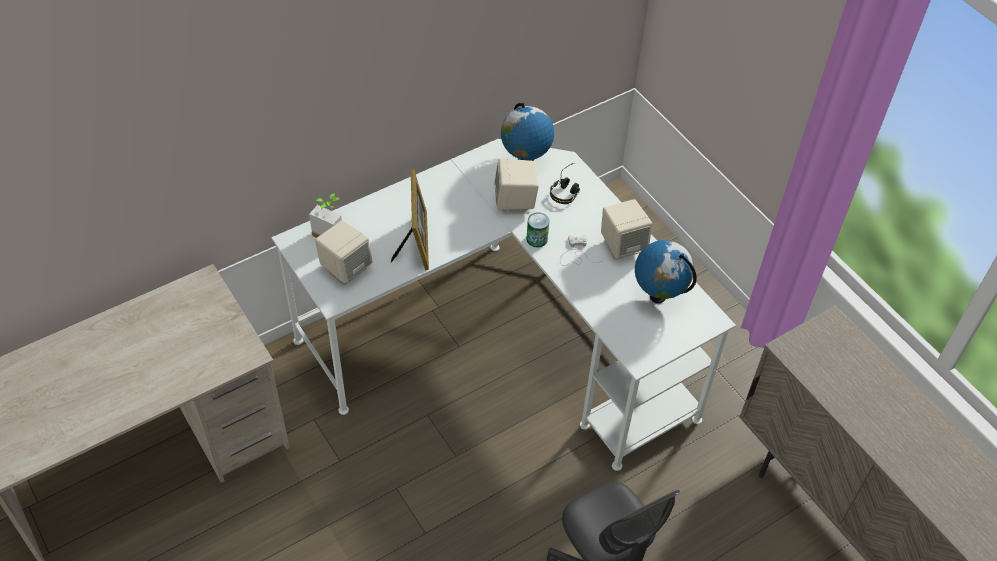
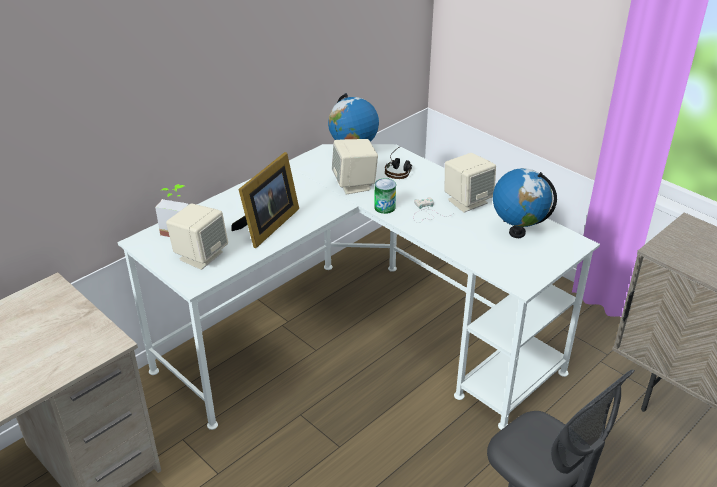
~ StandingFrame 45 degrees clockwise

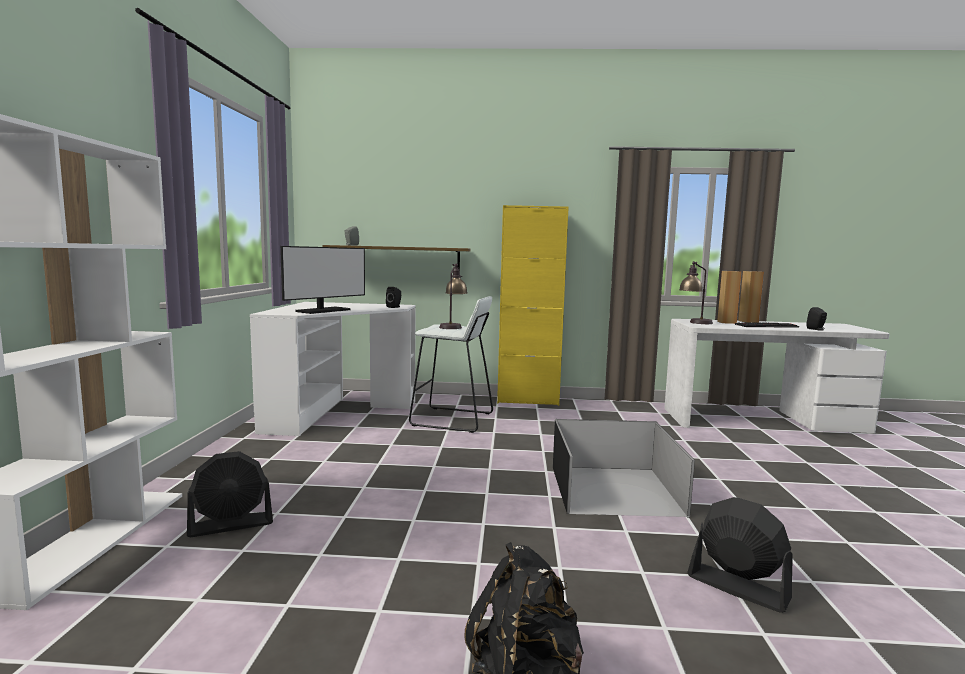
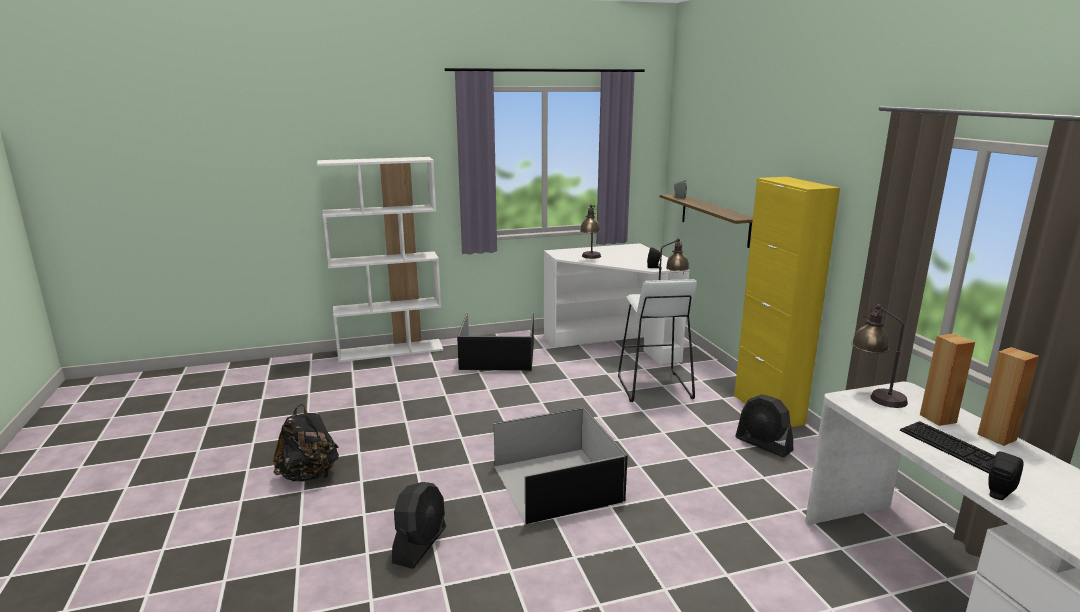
~ BlackColouredCoolingFan (no. 1 from left in the first image) to BlackColouredCoolingFan (no. 2 from left)
~ ComputerScreen to LampForATable (no. 1 from left)
+ BlackColouredStorageBox (no. 1 from left)

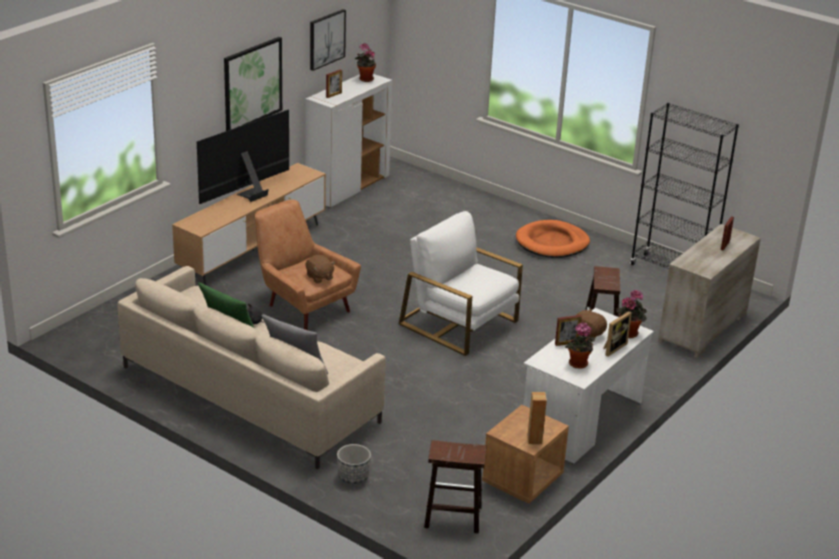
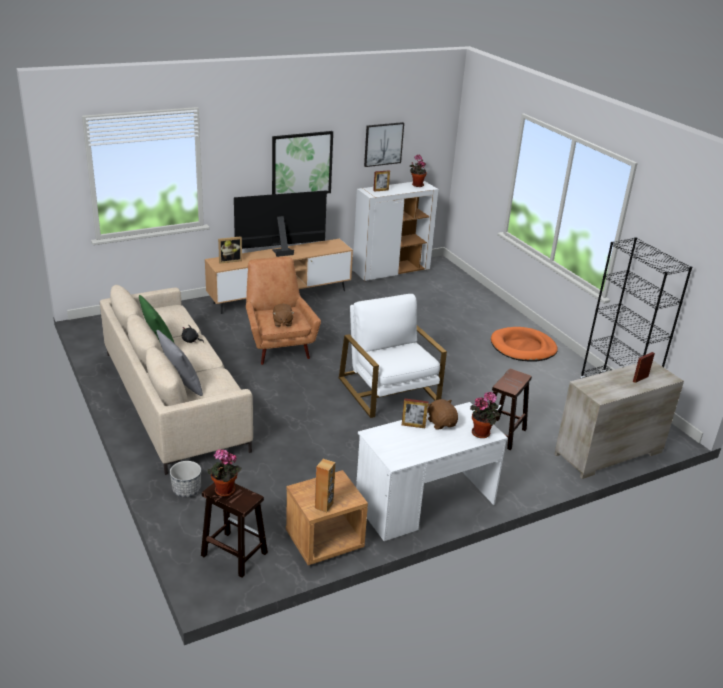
~ Houseplant (no. 2 from left in the first image) to Houseplant (no. 1 from left)
~ StandingFrame (no. 3 from left in the first image) to StandingFrame (no. 1 from left)

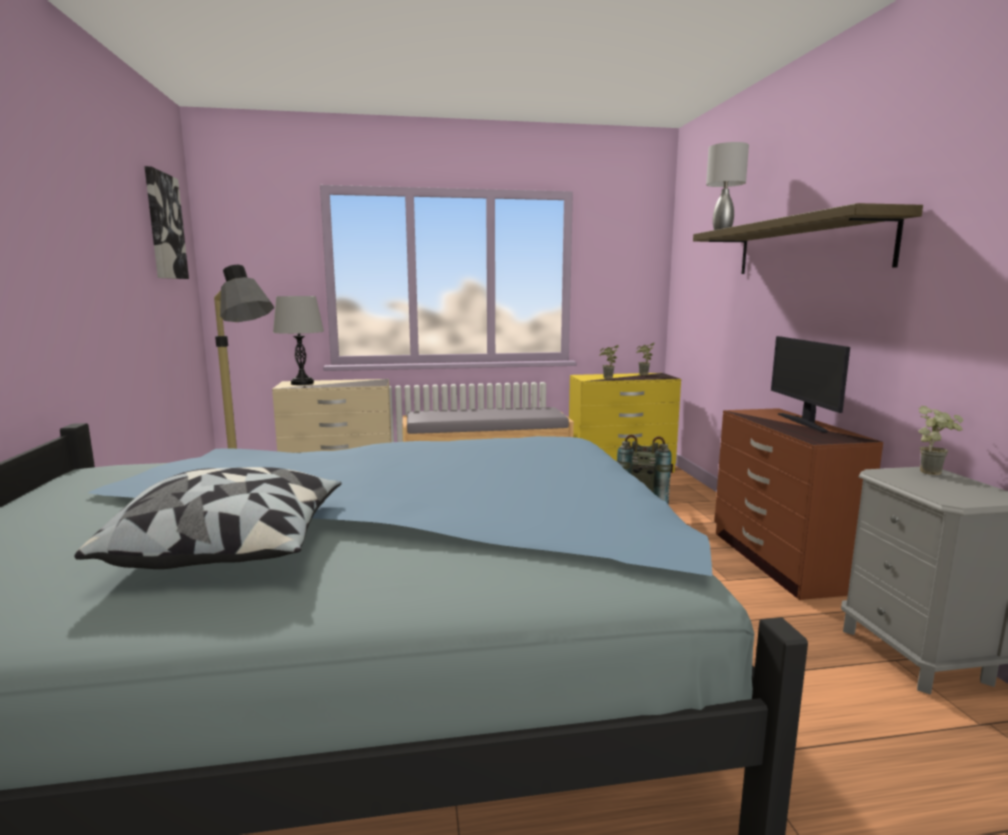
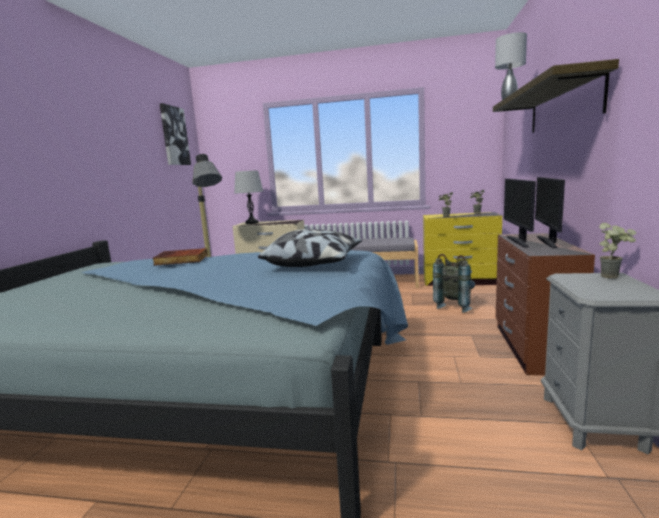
~ ThrowPillow
+ BoundBook
+ ComputerScreen (no. 1 from left)

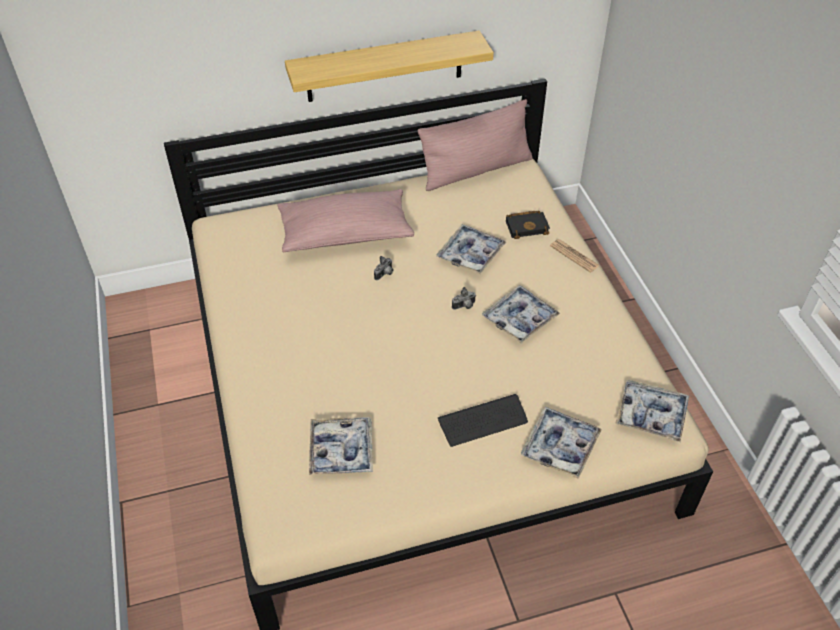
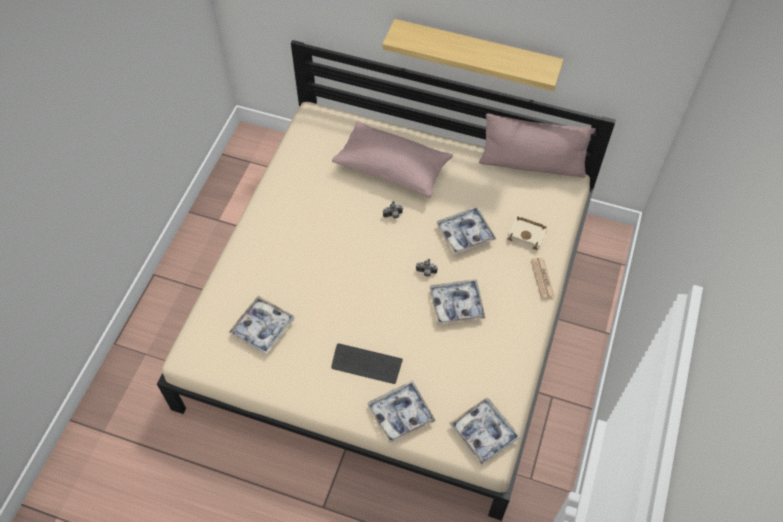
~ BlackColouredBoundBook to SandColouredBoundBook

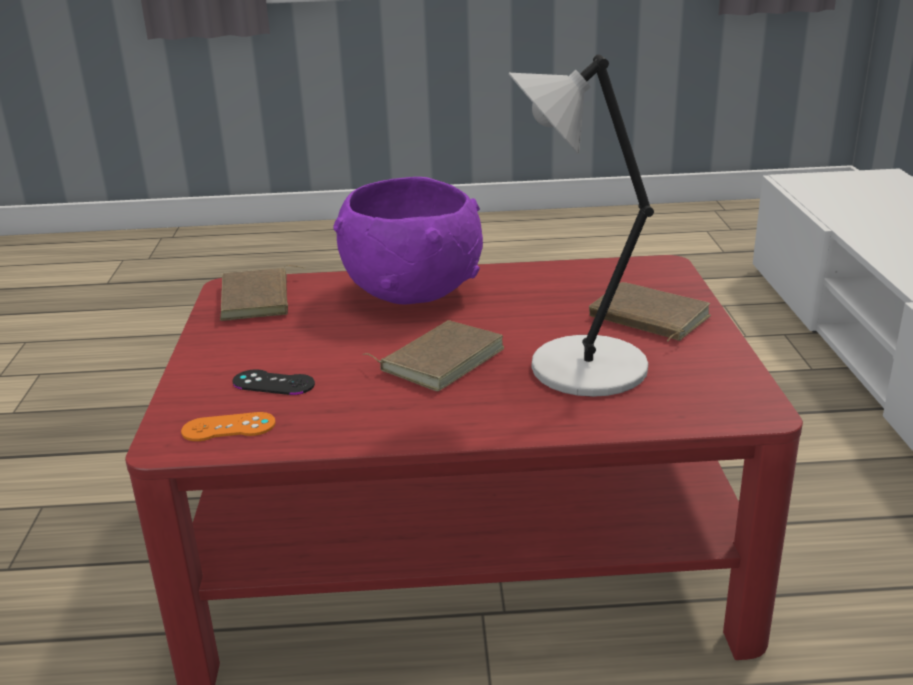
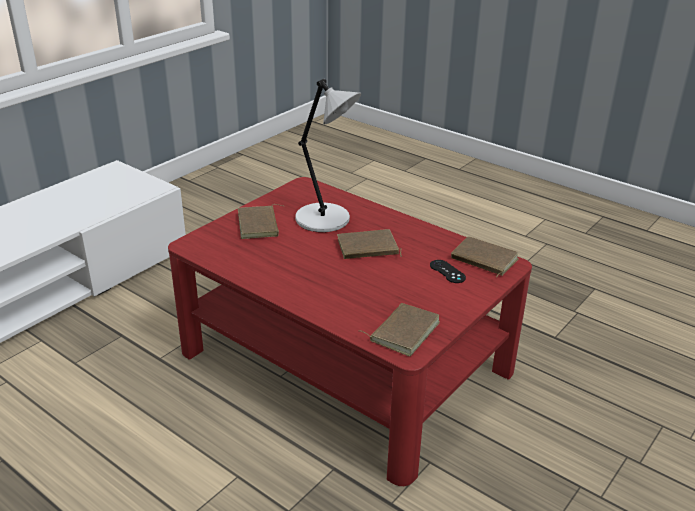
~ OrangeyJoypad to BrownBoundBook (no. 4 from left)
- PurpleBowl

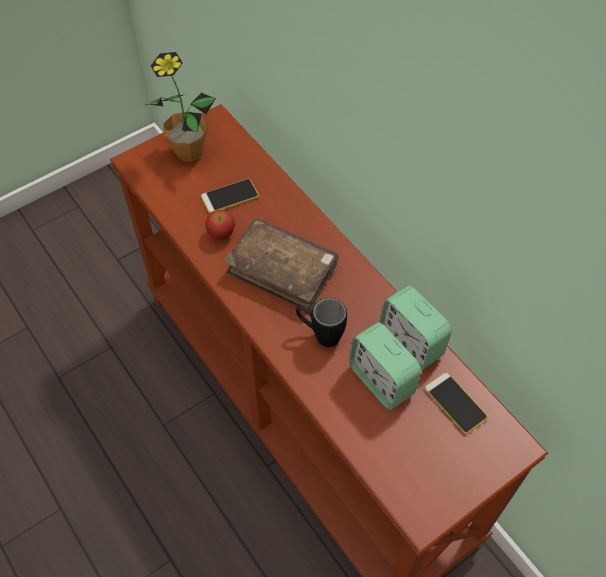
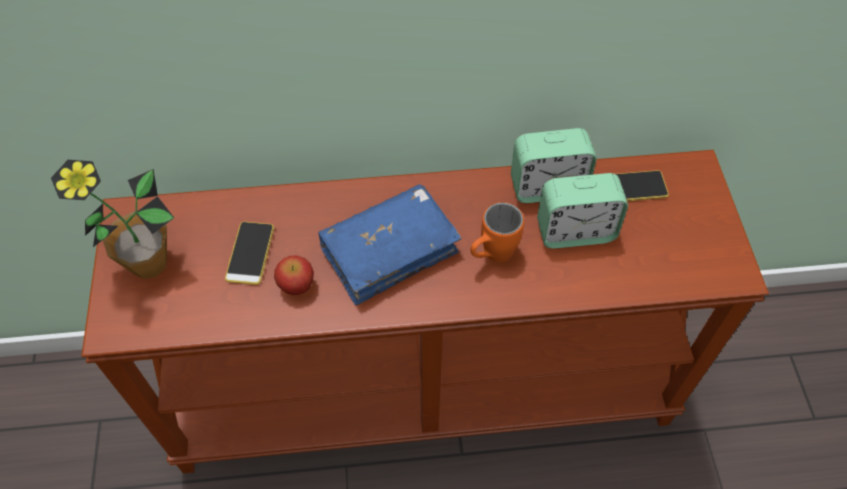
~ BrownBoundBook to BlueBoundBook
~ BlackColouredTeaMug to OrangeyTeaMug

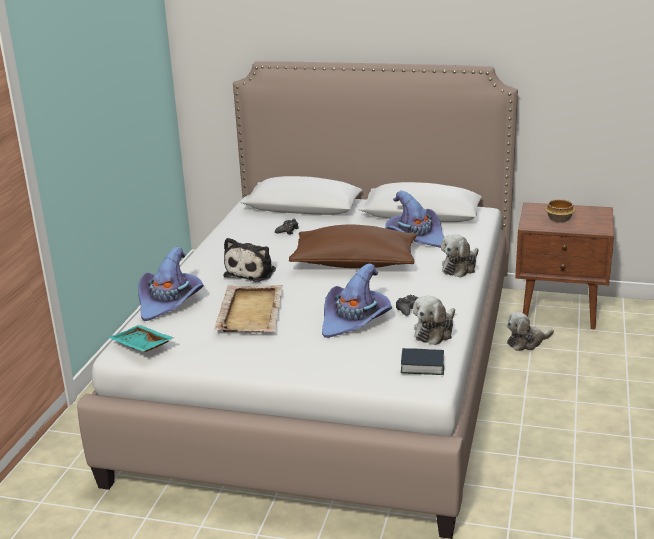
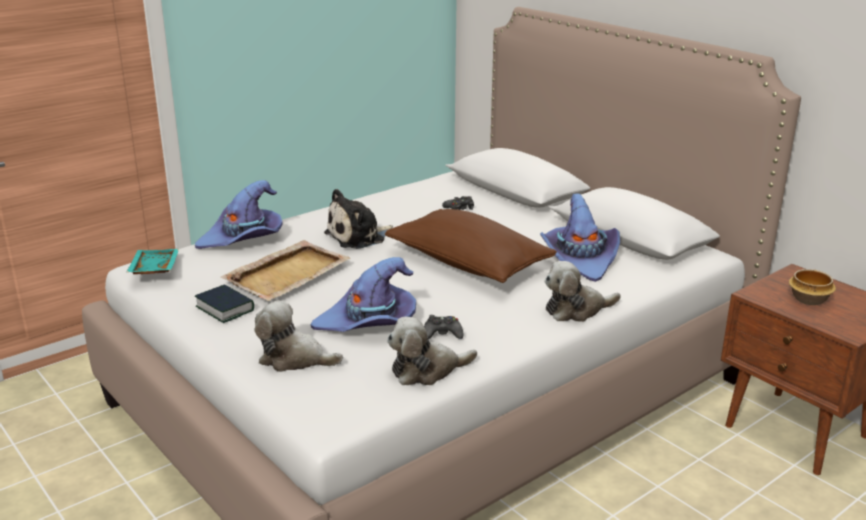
~ BoundBook
~ PlushToy (no. 4 from left in the first image) to PlushToy (no. 1 from left)

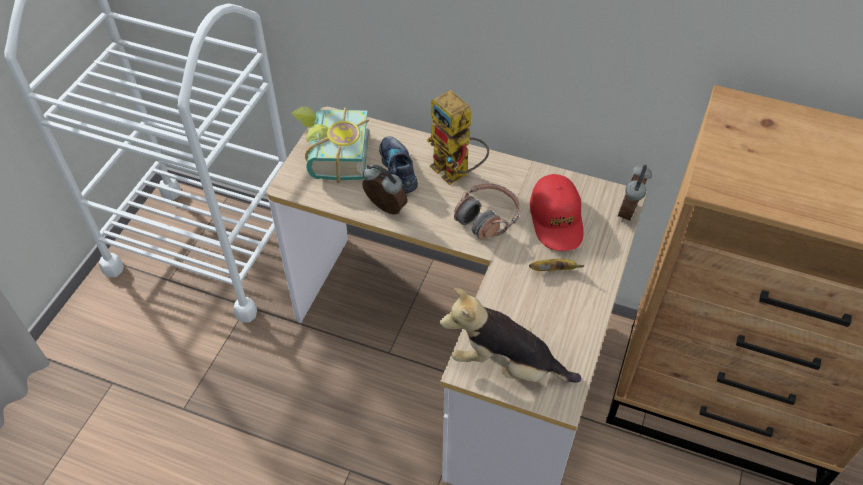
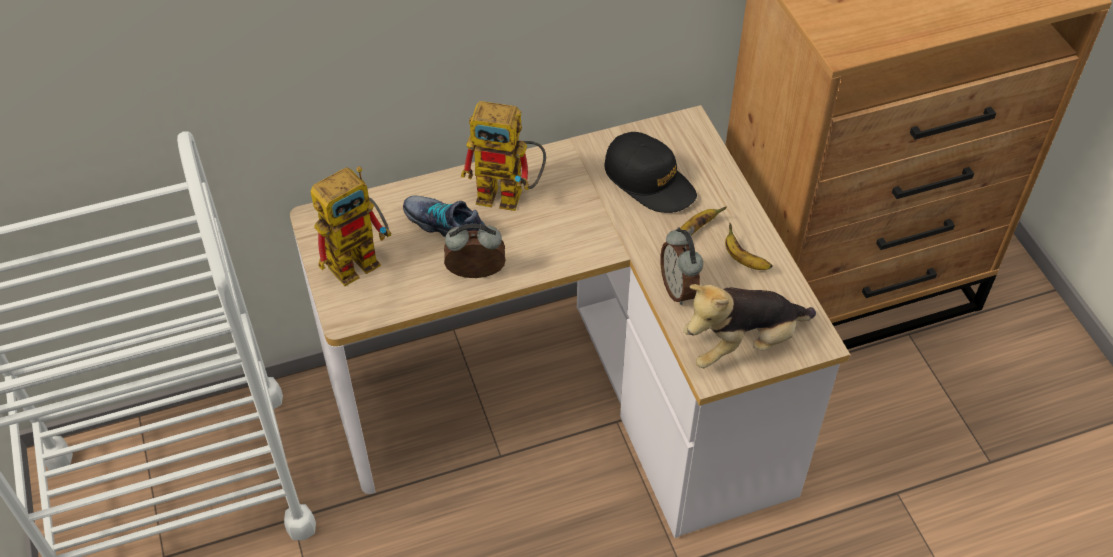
~ BoundBook to RobotFigure (no. 1 from left)
- PairOfHeadphones
~ RedColouredPeakedCap to BlackColouredPeakedCap
~ TableClock (no. 2 from left)
+ WholeBanana (no. 2 from left)

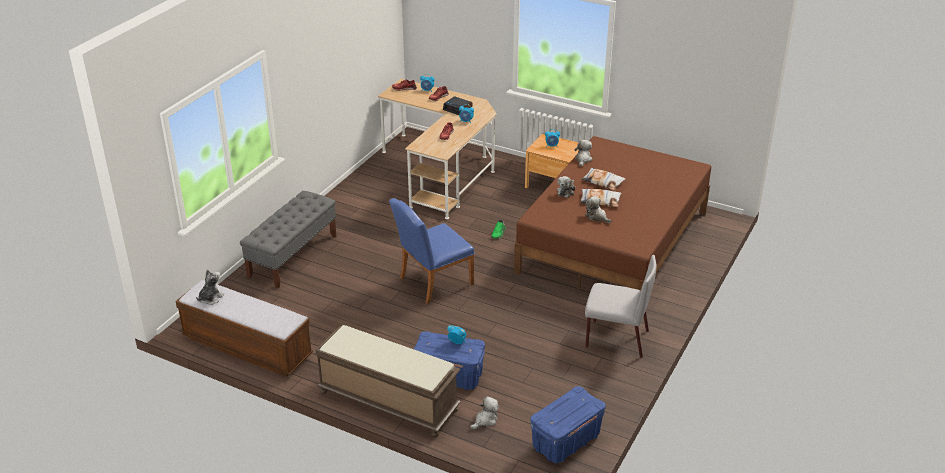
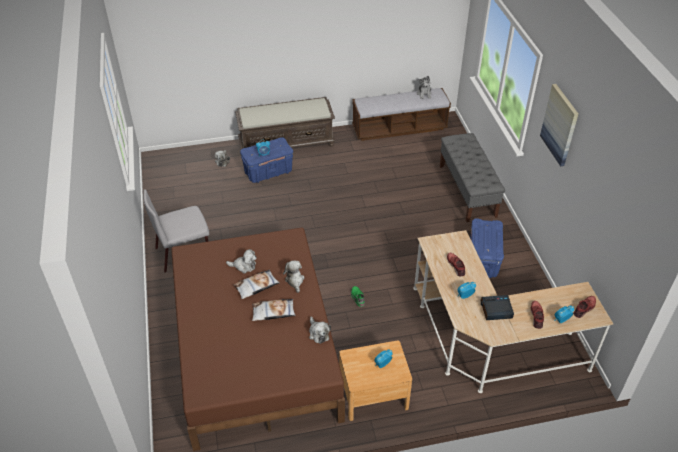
- BluePlainChair
~ BlueStorageBox (no. 2 from left)
+ WallPicture

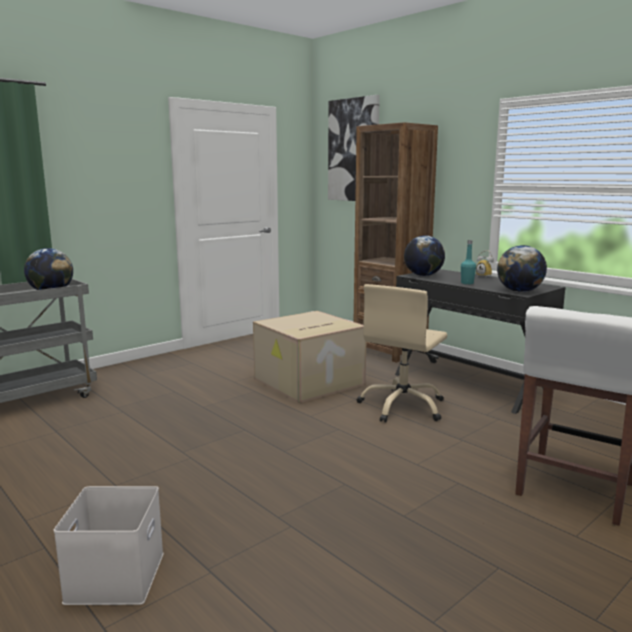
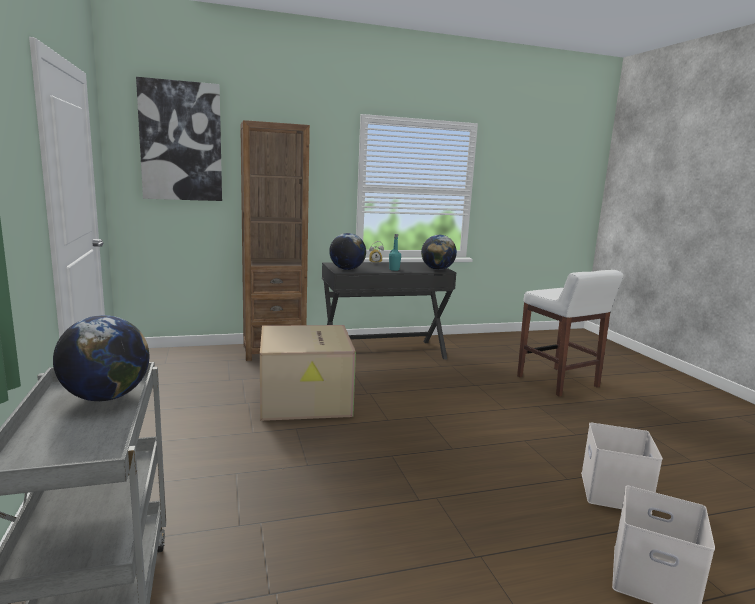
- SandColouredDeskChair
+ WhiteStorageBox (no. 1 from left)

